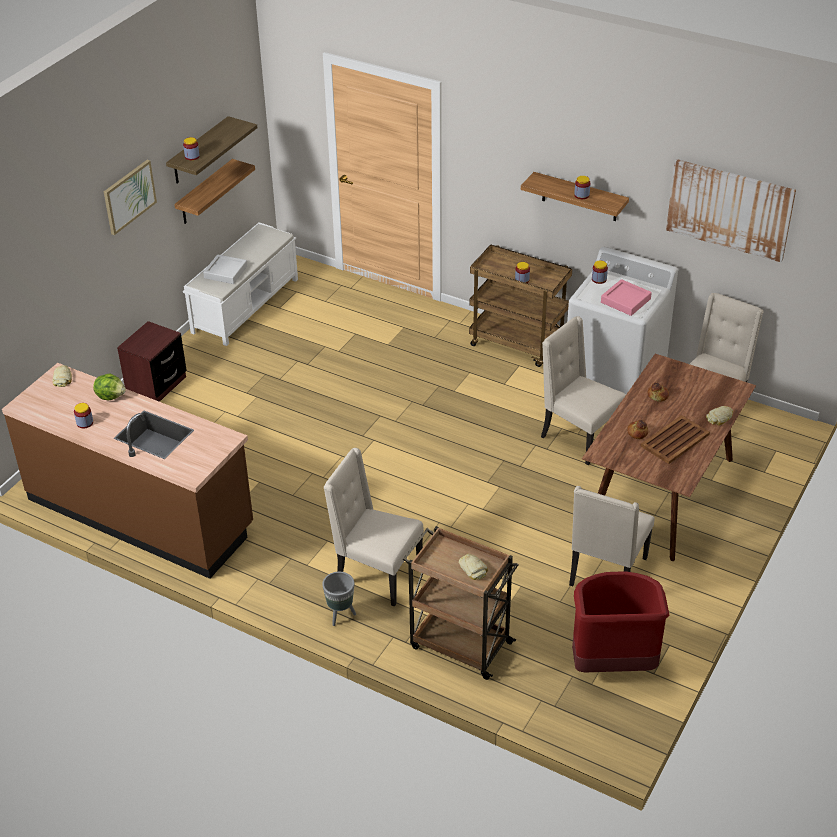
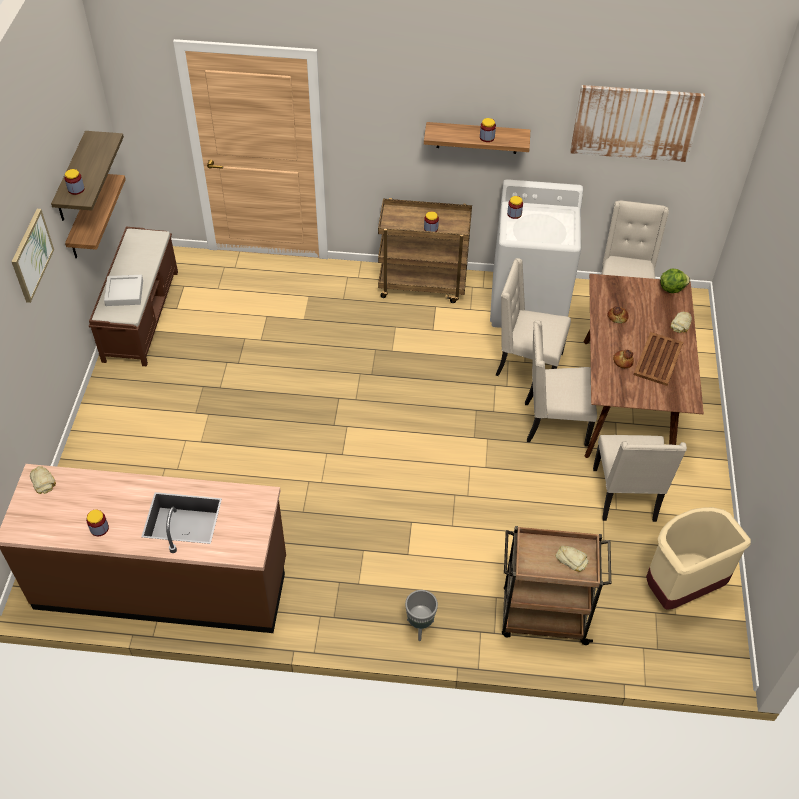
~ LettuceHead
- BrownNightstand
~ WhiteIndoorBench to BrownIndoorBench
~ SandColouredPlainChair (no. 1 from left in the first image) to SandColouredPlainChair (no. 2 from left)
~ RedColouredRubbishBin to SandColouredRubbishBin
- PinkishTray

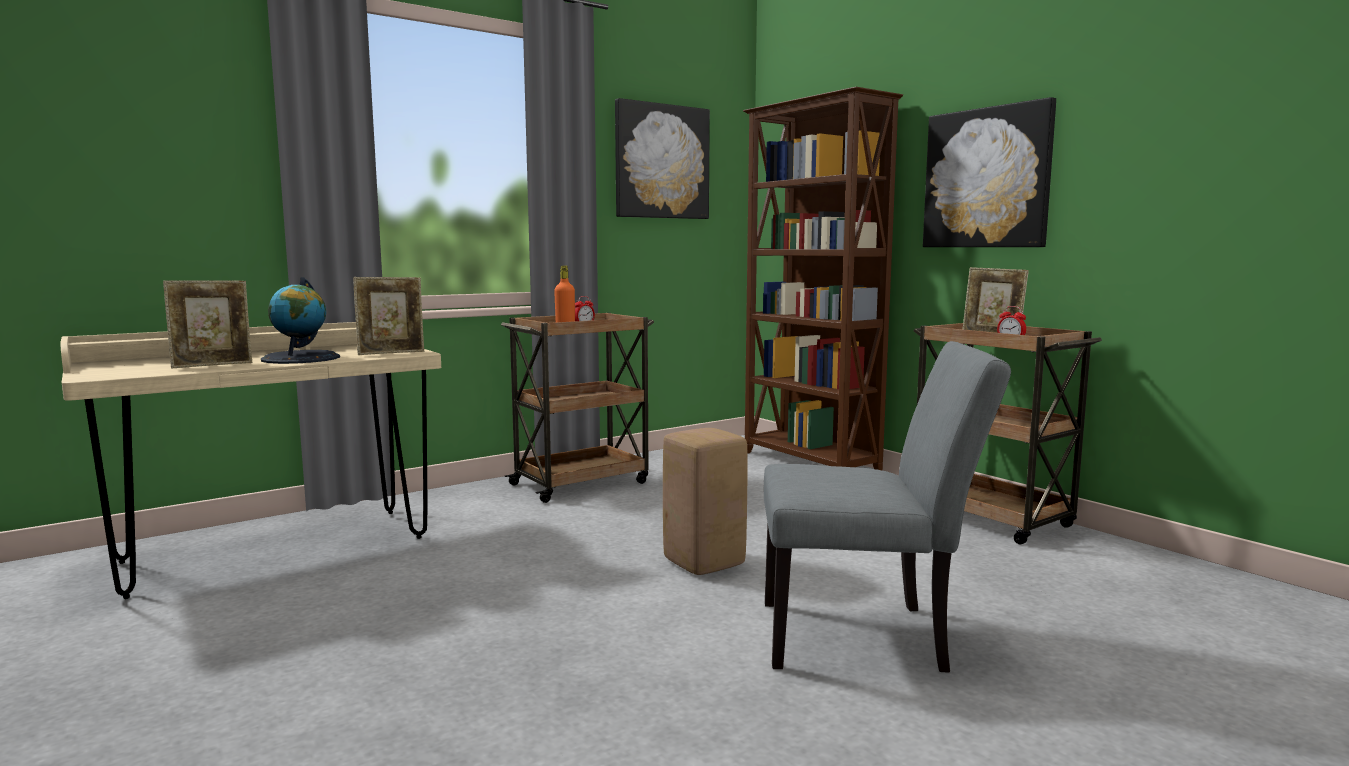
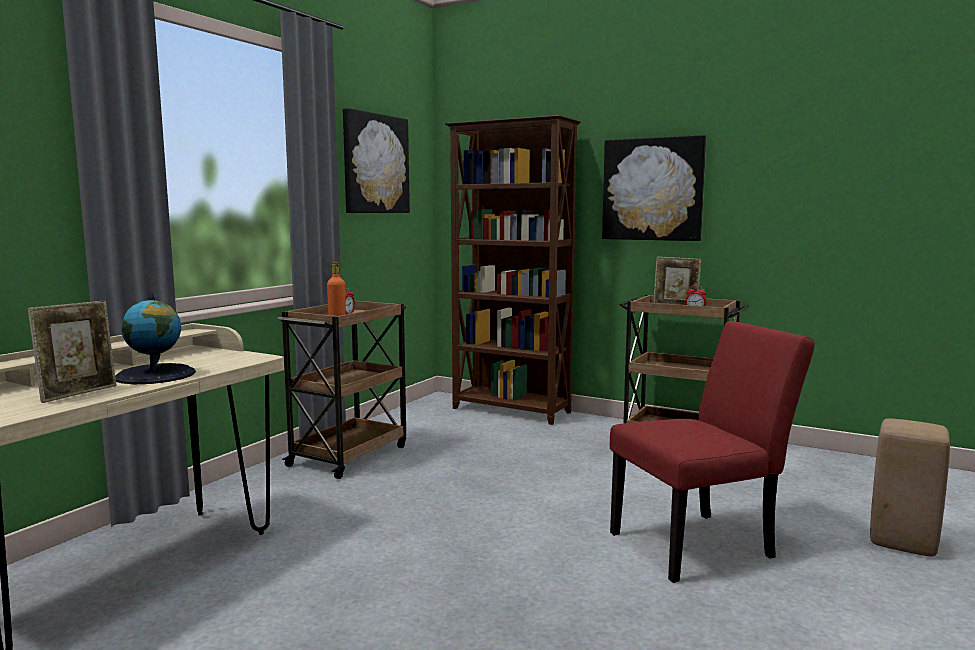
- StandingFrame (no. 2 from left)
~ SandColouredSittingStool
~ GreyishPlainChair to RedColouredPlainChair

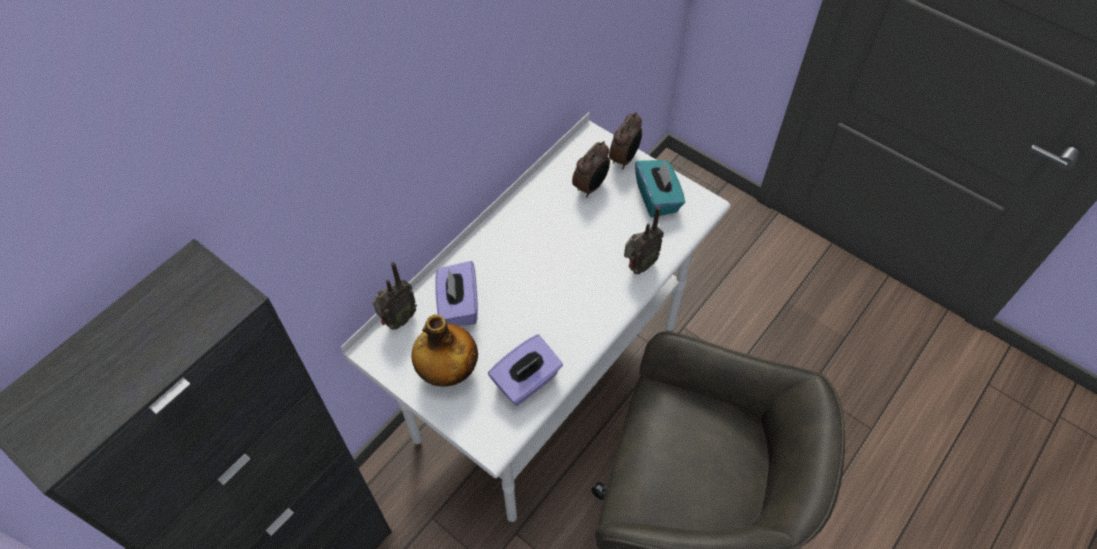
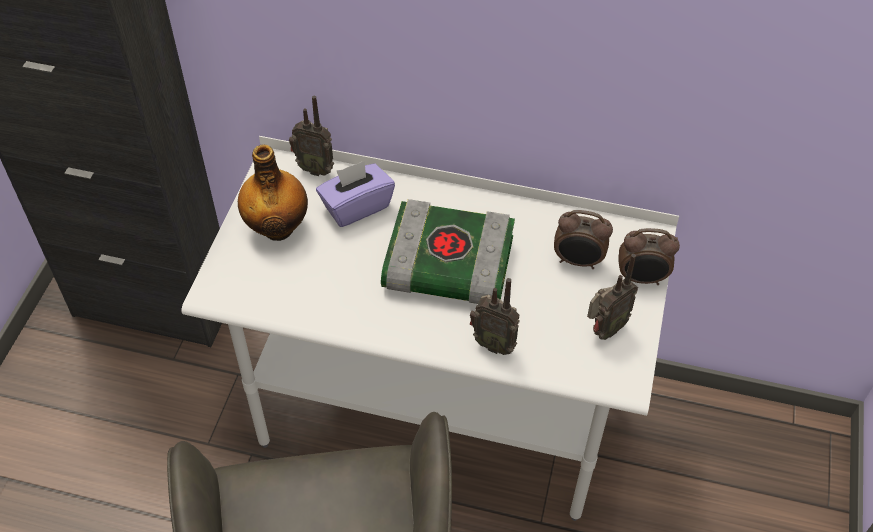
- PurpleTissueHolder (no. 2 from left)
~ TurquoiseTissueHolder to Radio (no. 3 from left)
+ BoundBook

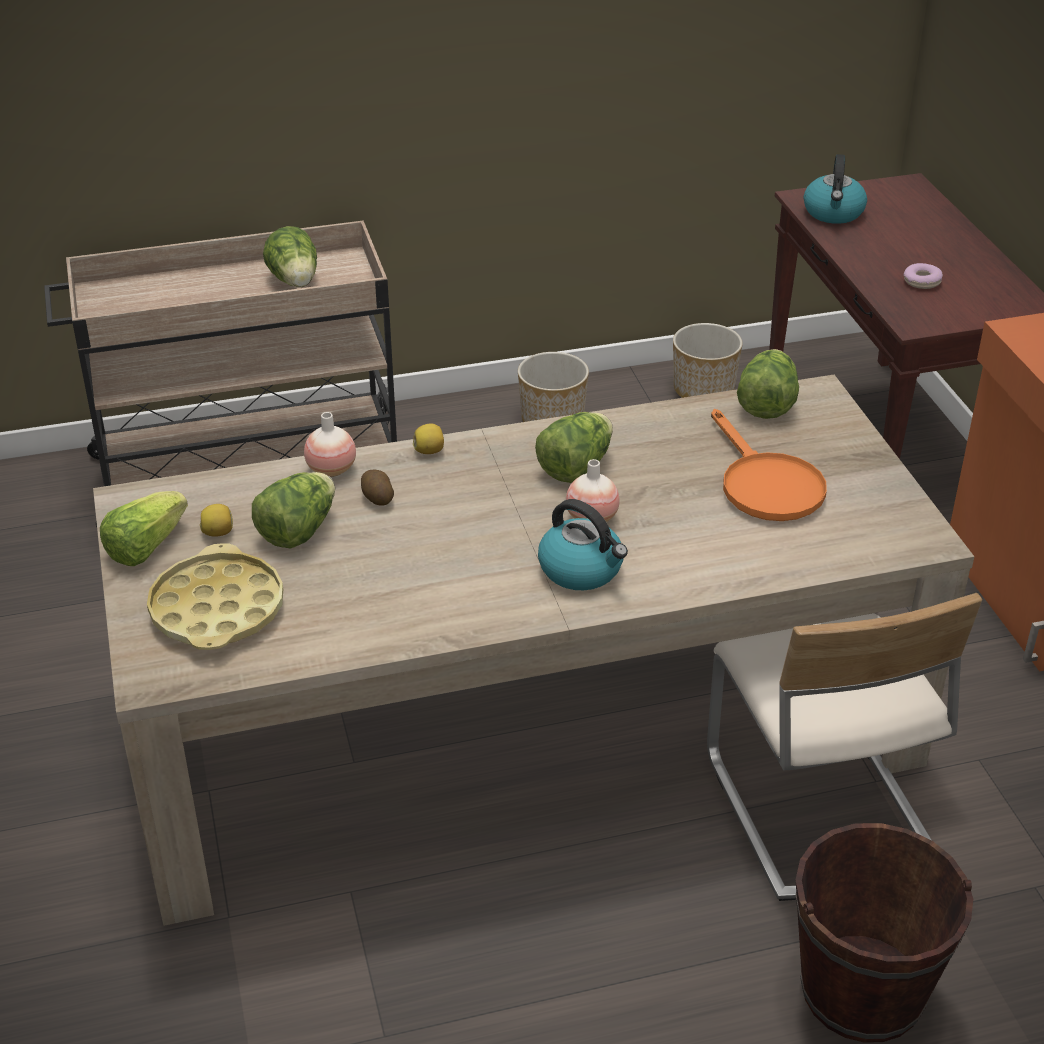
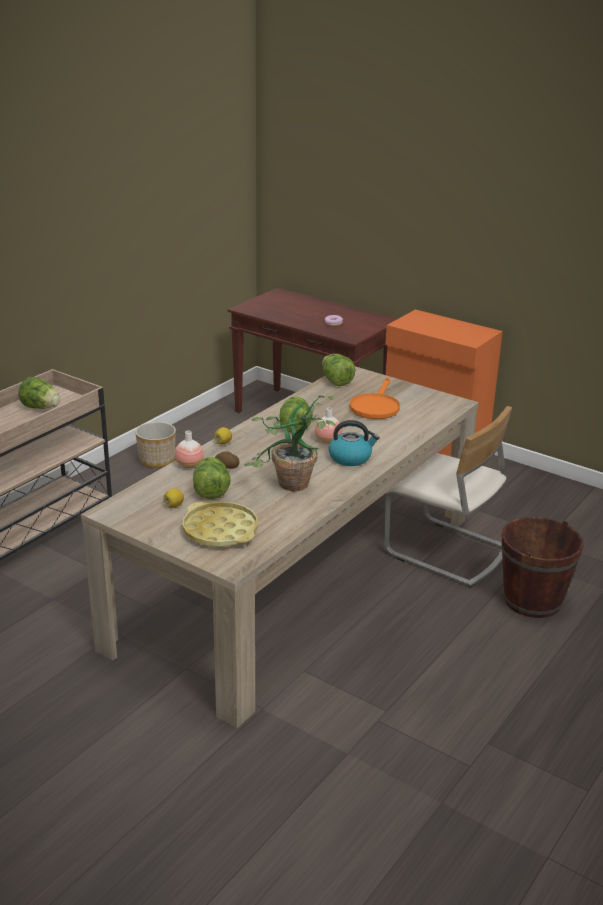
- LettuceHead (no. 1 from left)
- FlowerPot (no. 2 from left)
~ OrangeySkillet 75 degrees clockwise
- WaterKettle (no. 2 from left)
+ Houseplant

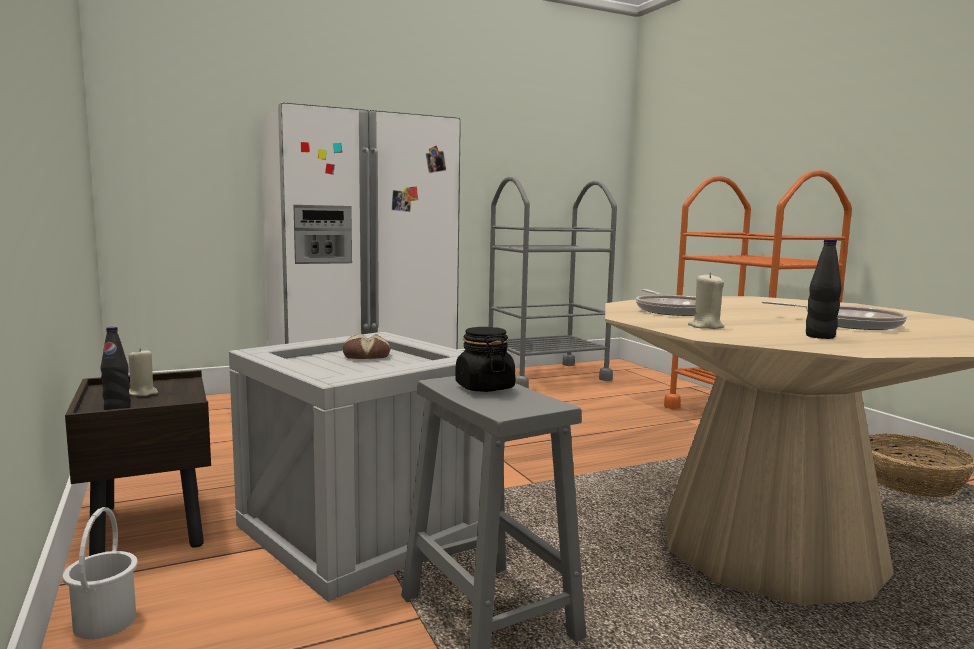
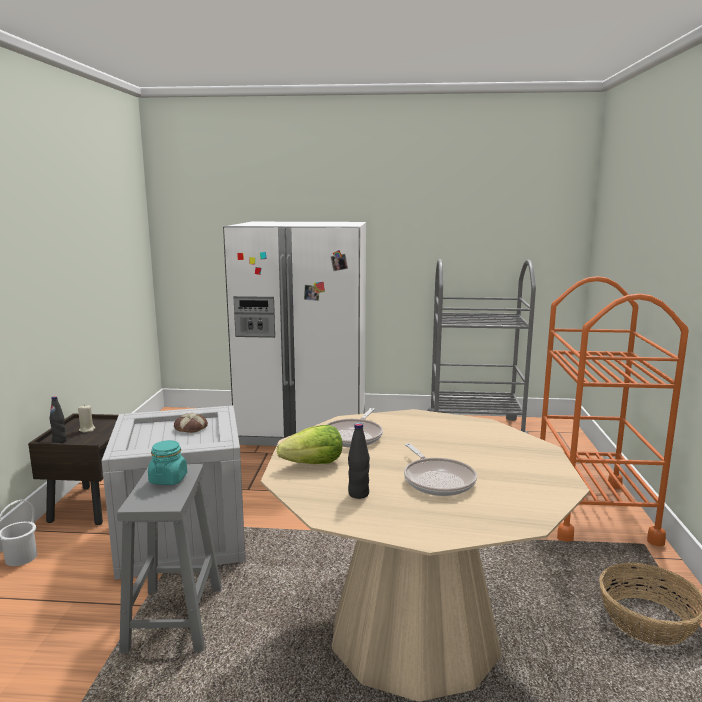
~ BlackColouredStorageJar to TurquoiseStorageJar
~ SandColouredWaxLight (no. 2 from left) to LettuceHead

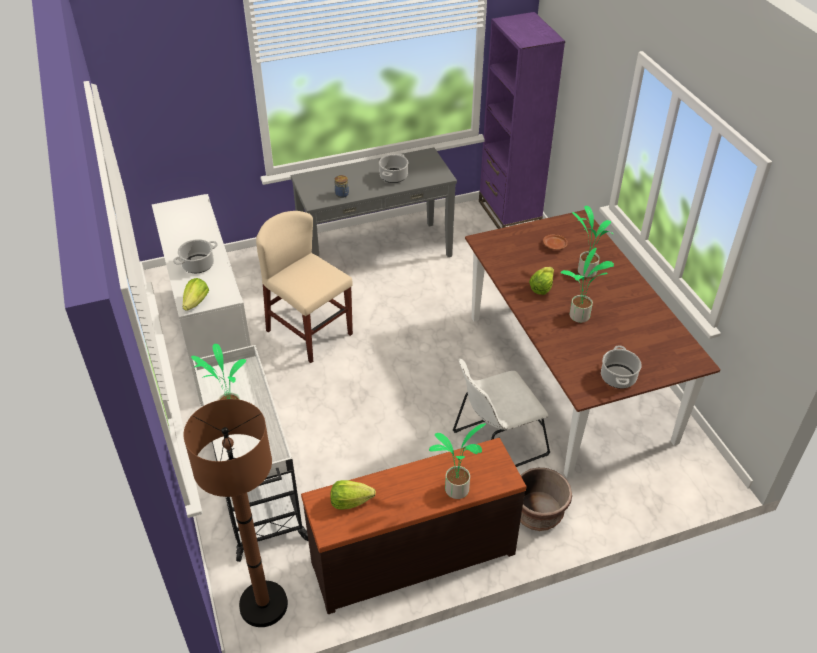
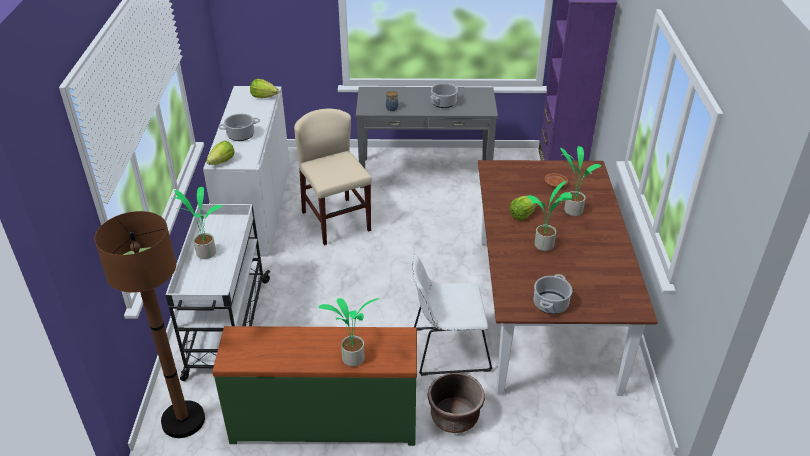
~ BrownChestOfDrawers to GreenChestOfDrawers
~ LettuceHead (no. 2 from left)

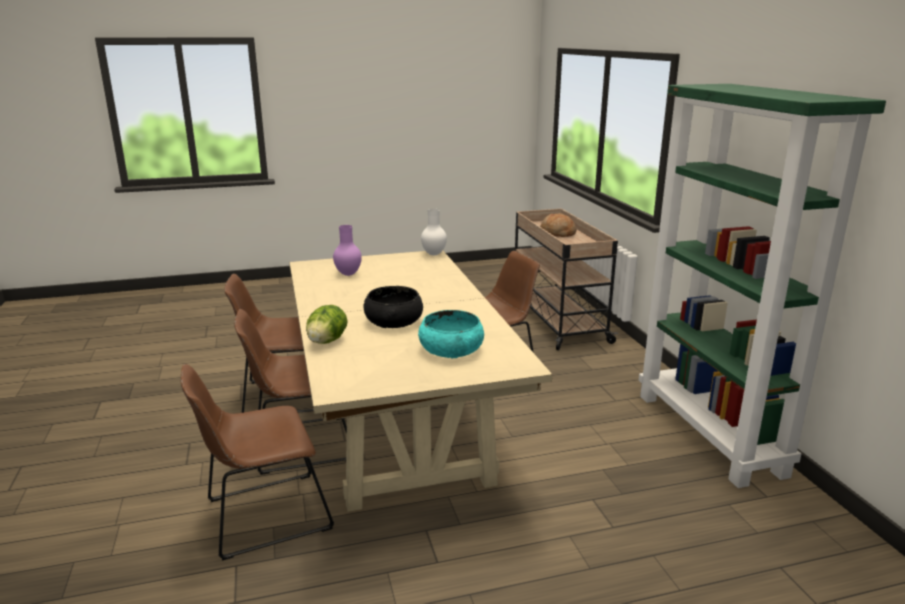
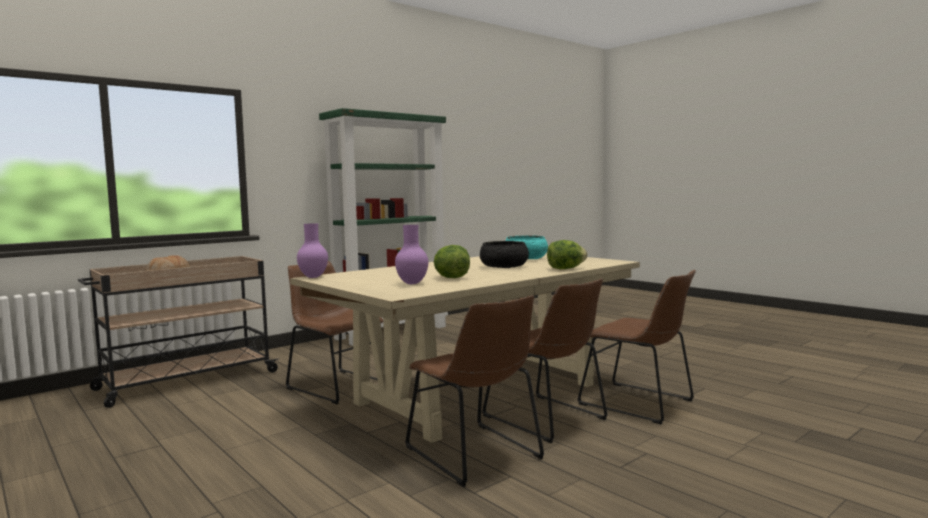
~ WhiteDecorativeVase to PurpleDecorativeVase (no. 1 from left)
+ LettuceHead (no. 1 from left)

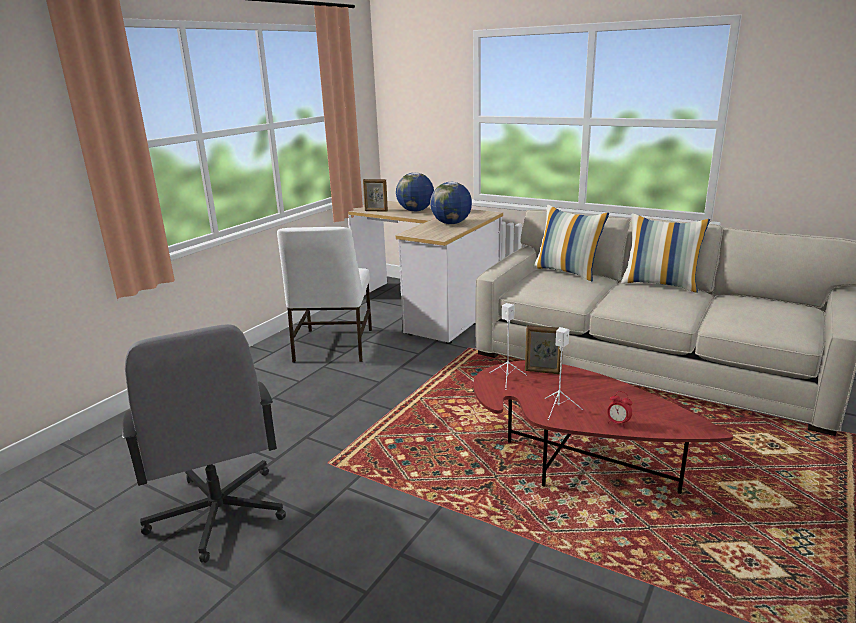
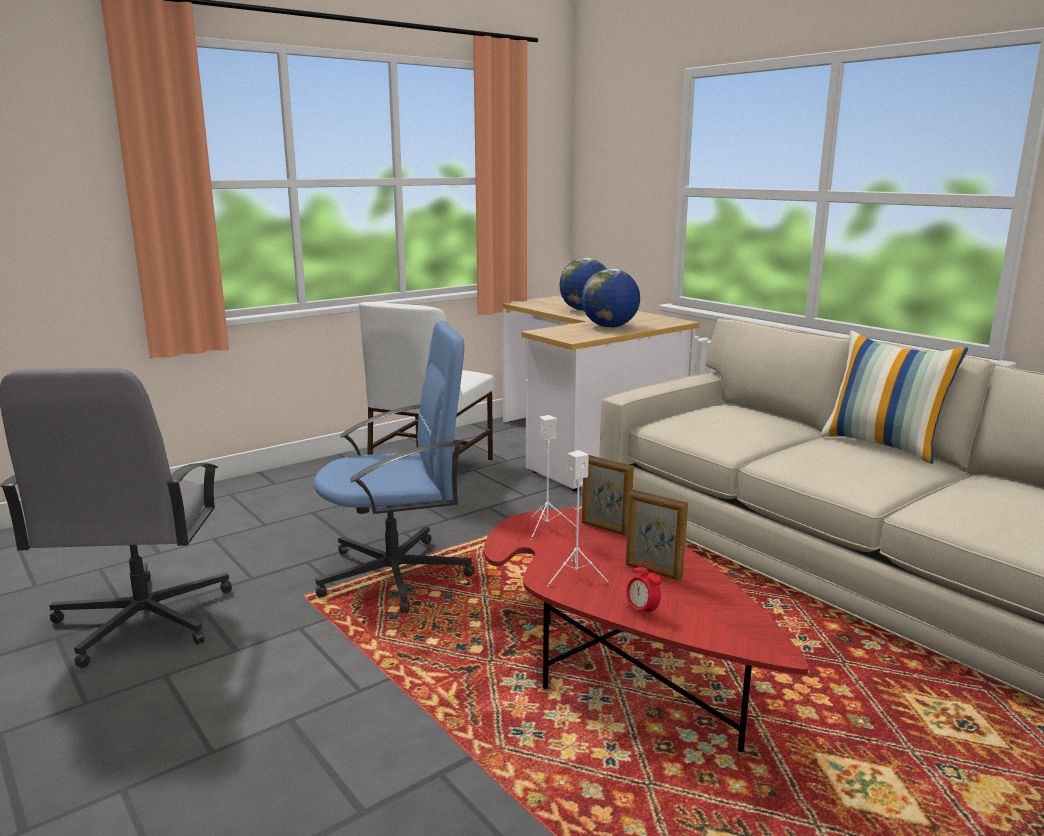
~ StandingFrame (no. 1 from left in the first image) to StandingFrame (no. 2 from left)
- ThrowPillow (no. 1 from left)
+ BlueDeskChair

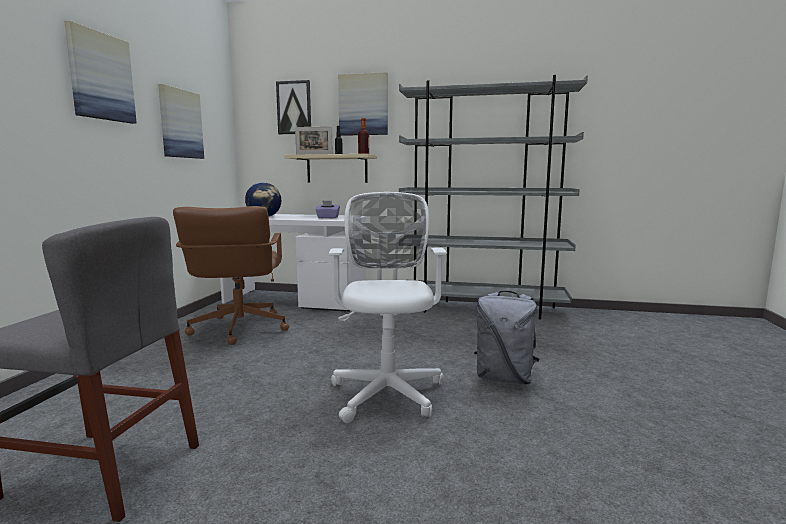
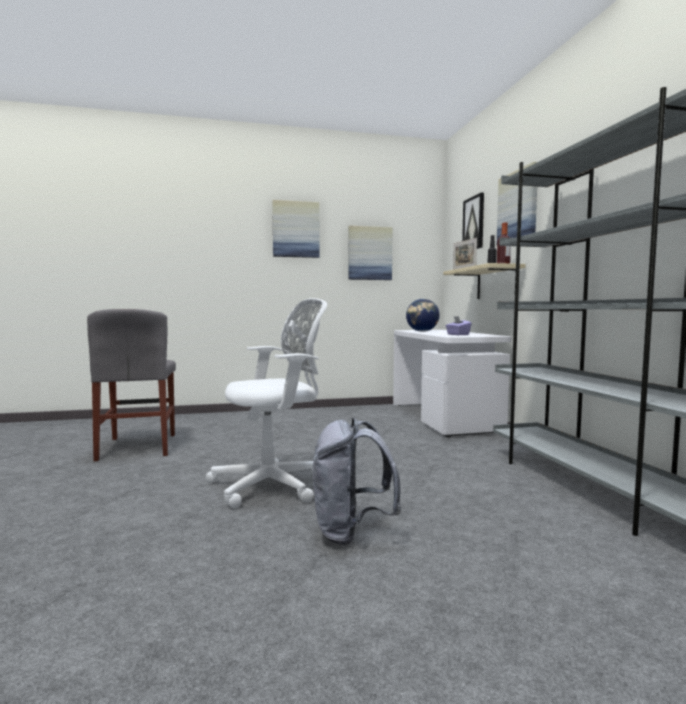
- BrownDeskChair

